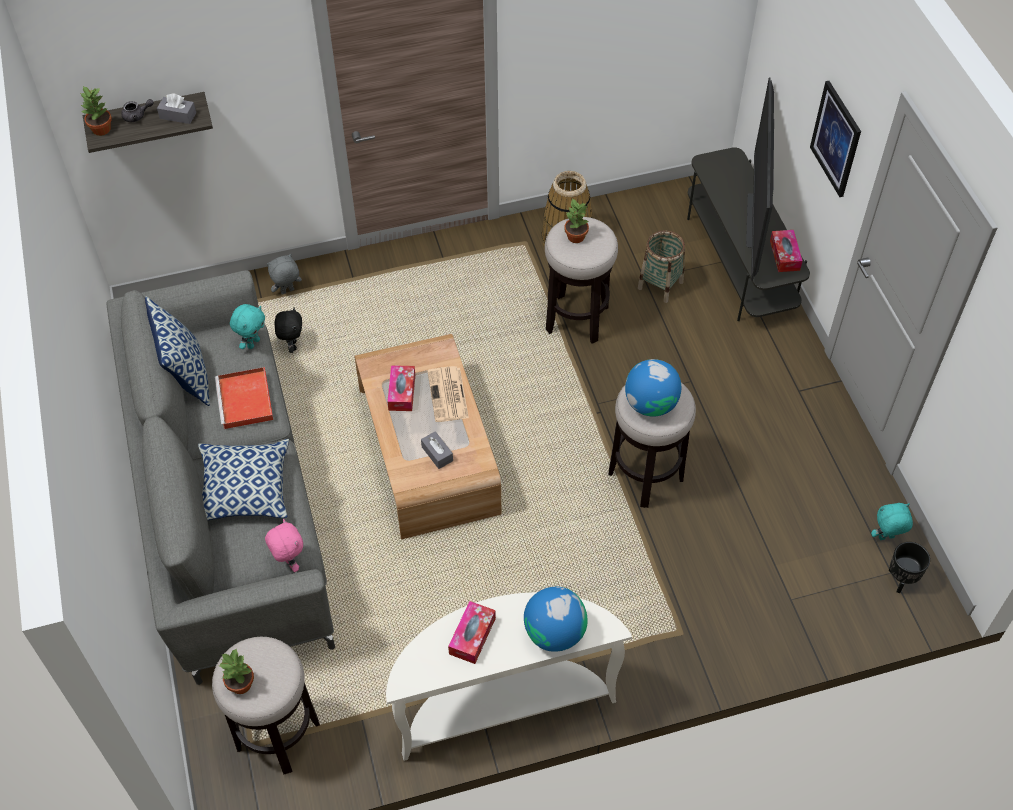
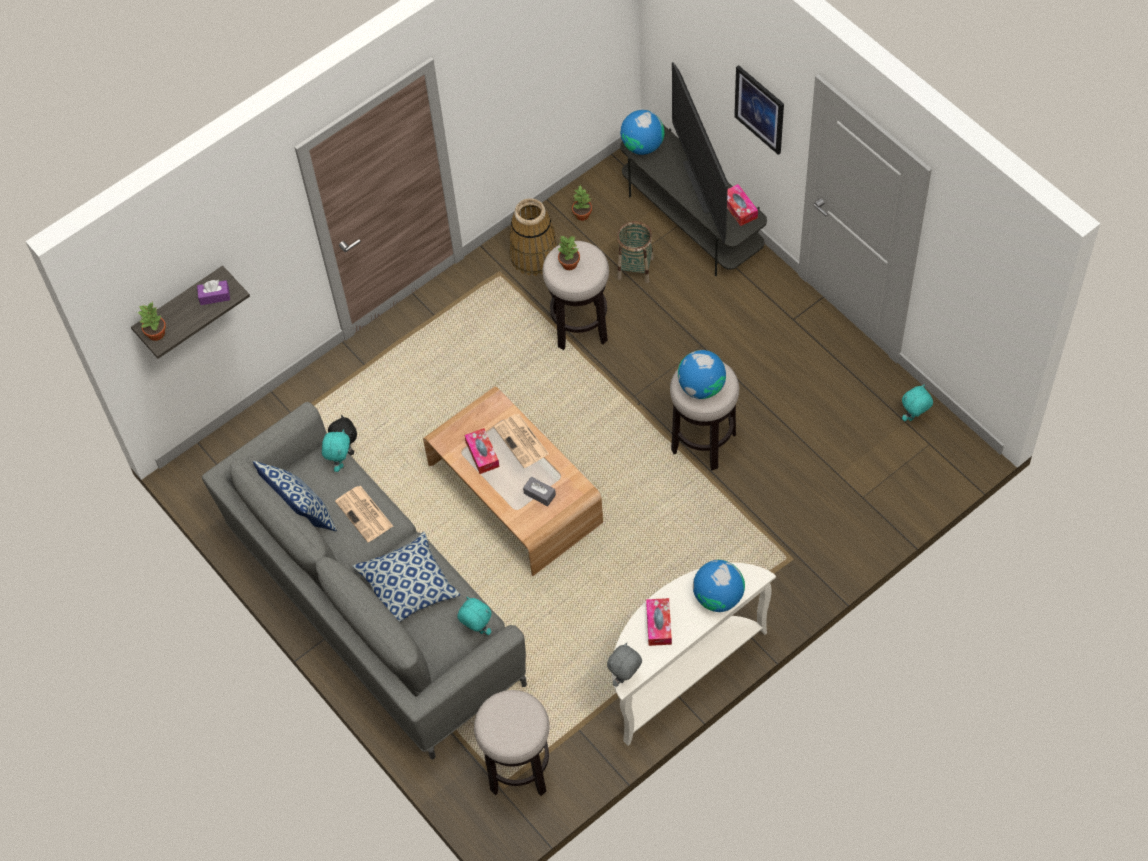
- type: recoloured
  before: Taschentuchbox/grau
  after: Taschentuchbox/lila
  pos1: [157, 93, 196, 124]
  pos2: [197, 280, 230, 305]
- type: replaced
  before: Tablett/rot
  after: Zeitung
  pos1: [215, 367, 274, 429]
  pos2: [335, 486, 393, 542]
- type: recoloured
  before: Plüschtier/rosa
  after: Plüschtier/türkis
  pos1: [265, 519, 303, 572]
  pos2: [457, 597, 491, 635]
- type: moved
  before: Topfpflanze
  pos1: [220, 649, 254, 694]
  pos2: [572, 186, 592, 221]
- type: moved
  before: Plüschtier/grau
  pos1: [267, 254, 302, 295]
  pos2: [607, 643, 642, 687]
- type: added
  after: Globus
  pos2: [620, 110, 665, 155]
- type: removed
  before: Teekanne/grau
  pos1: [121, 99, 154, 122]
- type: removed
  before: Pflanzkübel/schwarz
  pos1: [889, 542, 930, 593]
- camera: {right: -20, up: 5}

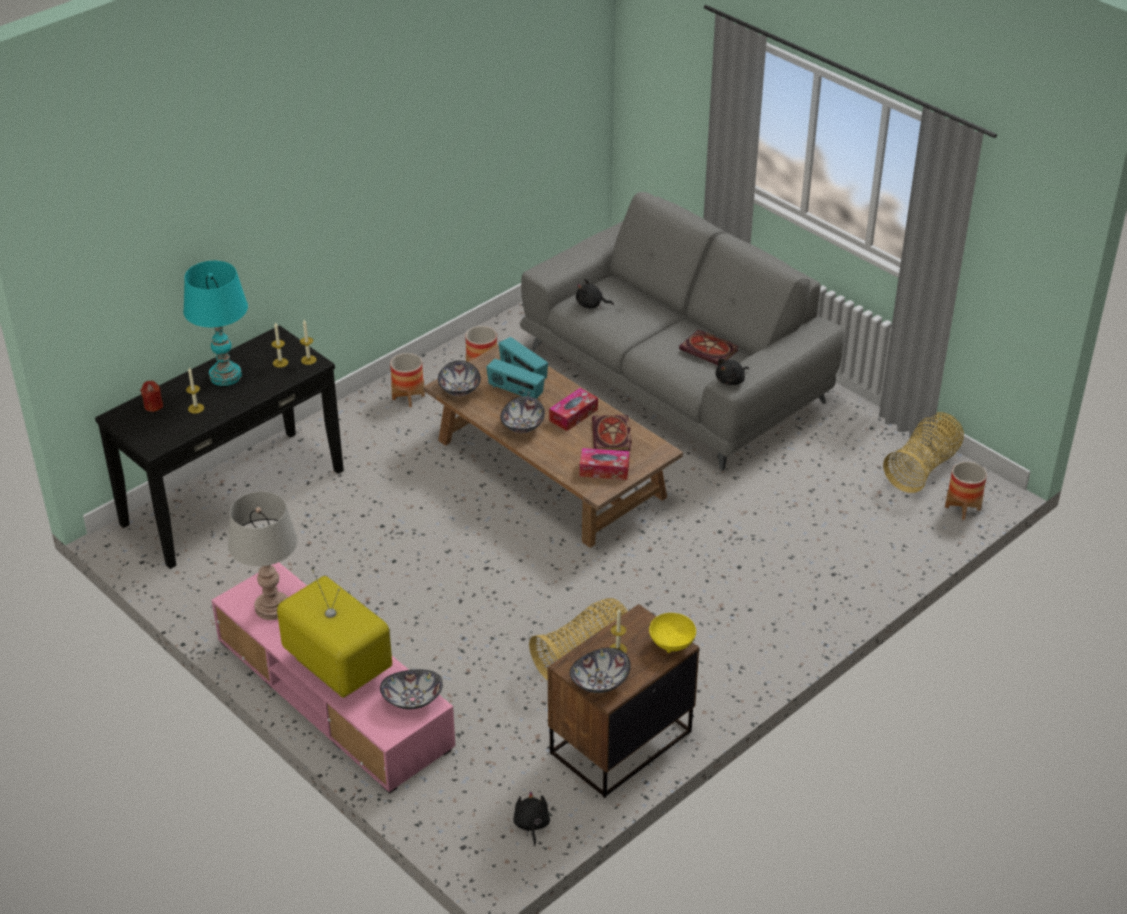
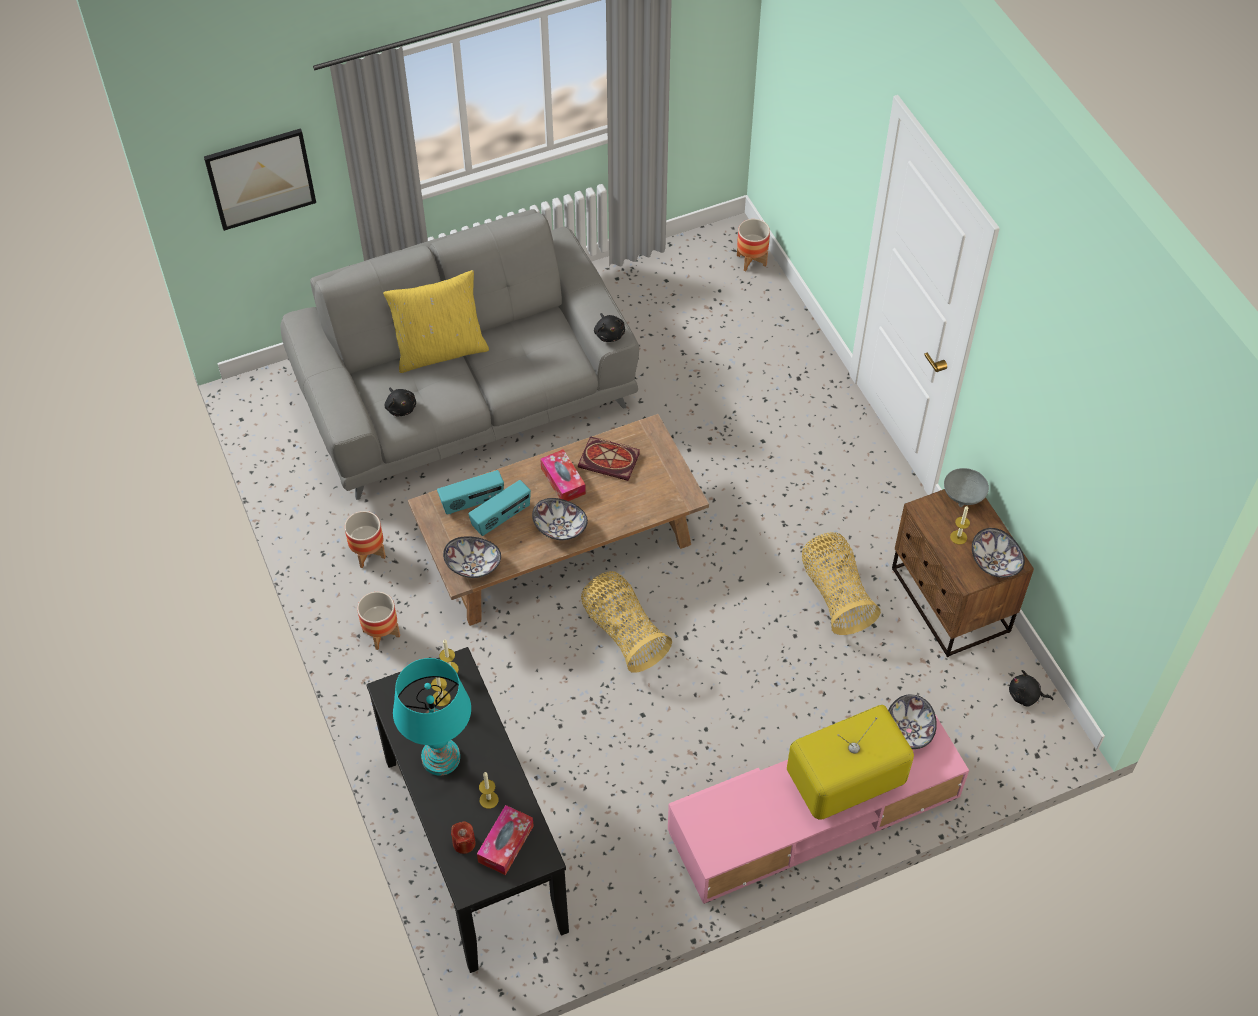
- type: added
  after: Bild
  pos2: [204, 128, 316, 231]
- type: added
  after: Kissen/gelb
  pos2: [383, 270, 489, 373]
- type: turned
  before: Plüschtier/schwarz
  pos1: [576, 279, 614, 309]
  pos2: [385, 388, 416, 417]
  turn: -60
- type: moved
  before: Taschentuchbox
  pos1: [580, 448, 630, 480]
  pos2: [477, 805, 534, 875]
- type: moved
  before: Korb
  pos1: [883, 412, 964, 493]
  pos2: [581, 571, 672, 673]
- type: recoloured
  before: Schüssel/gelb
  after: Schüssel/grau
  pos1: [649, 613, 696, 653]
  pos2: [944, 468, 989, 507]
- type: removed
  before: Tischlampe/grau
  pos1: [228, 491, 298, 620]
- type: removed
  before: Buch
  pos1: [679, 329, 739, 366]
- camera: {right: -70, up: 15}

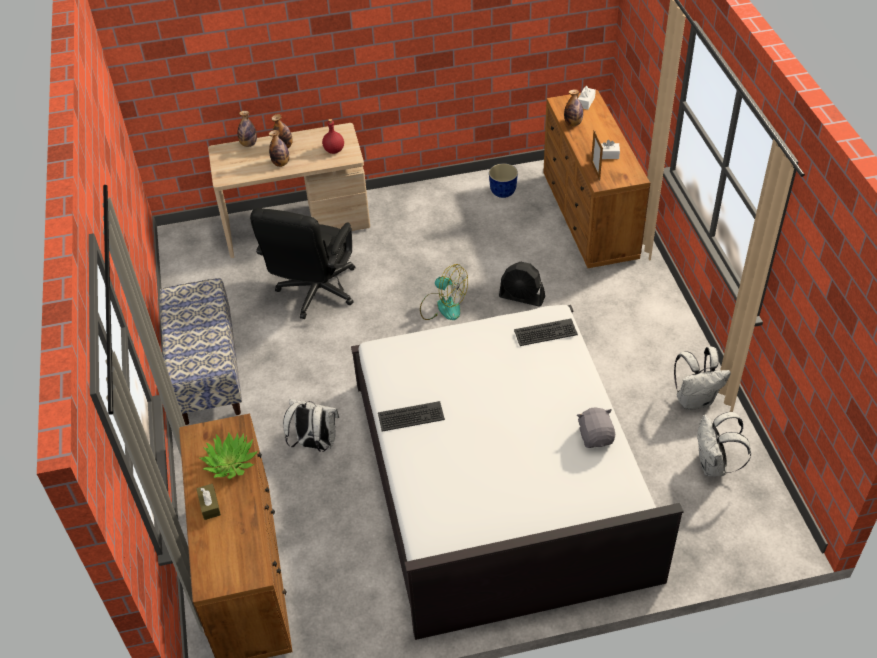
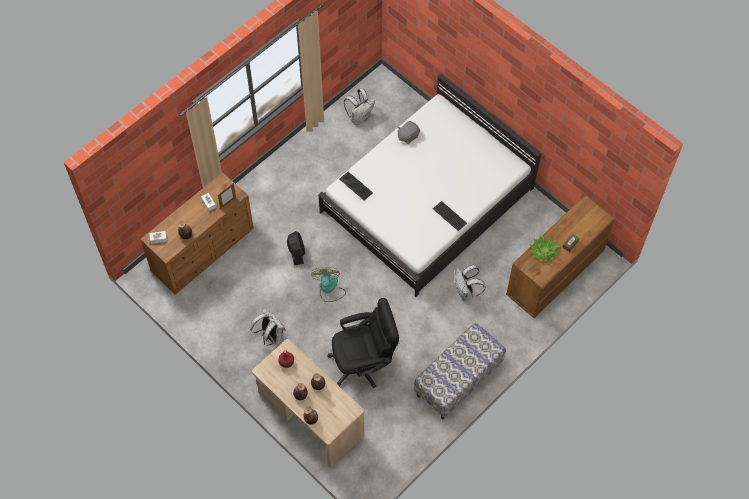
- type: moved
  before: Rucksack/weiß
  pos1: [674, 347, 731, 410]
  pos2: [251, 308, 286, 346]
- type: removed
  before: Pflanzkübel
  pos1: [489, 163, 518, 198]
- camera: {right: -125, up: 15}

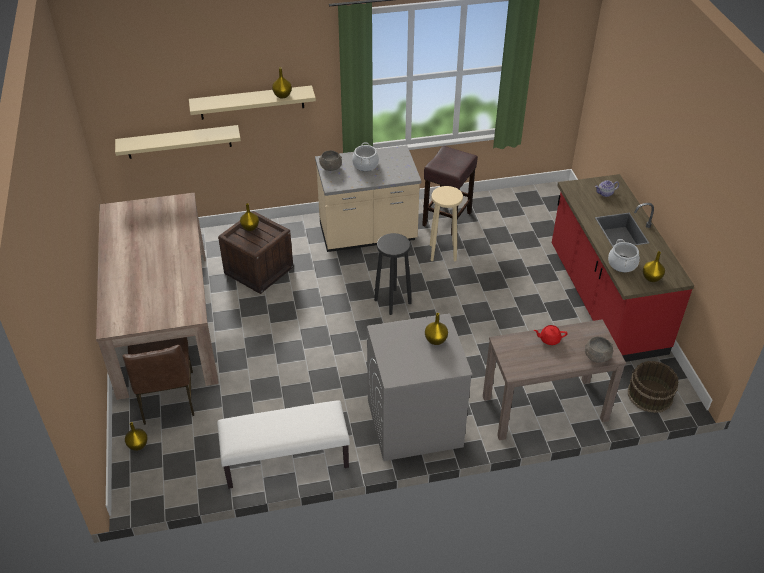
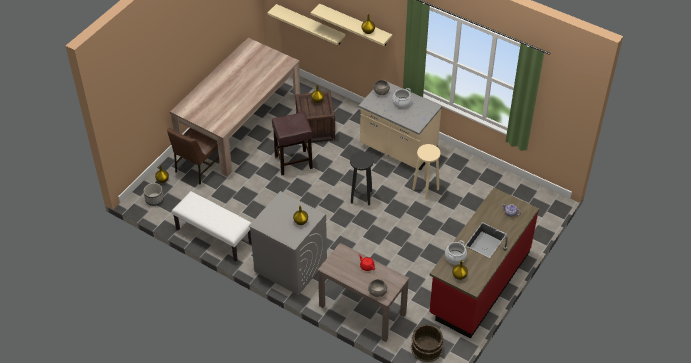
- type: added
  after: Pflanzkübel
  pos2: [144, 183, 164, 206]
- type: moved
  before: Hocker/braun
  pos1: [422, 146, 478, 235]
  pos2: [272, 112, 313, 175]
- camera: {right: 45, up: 5}

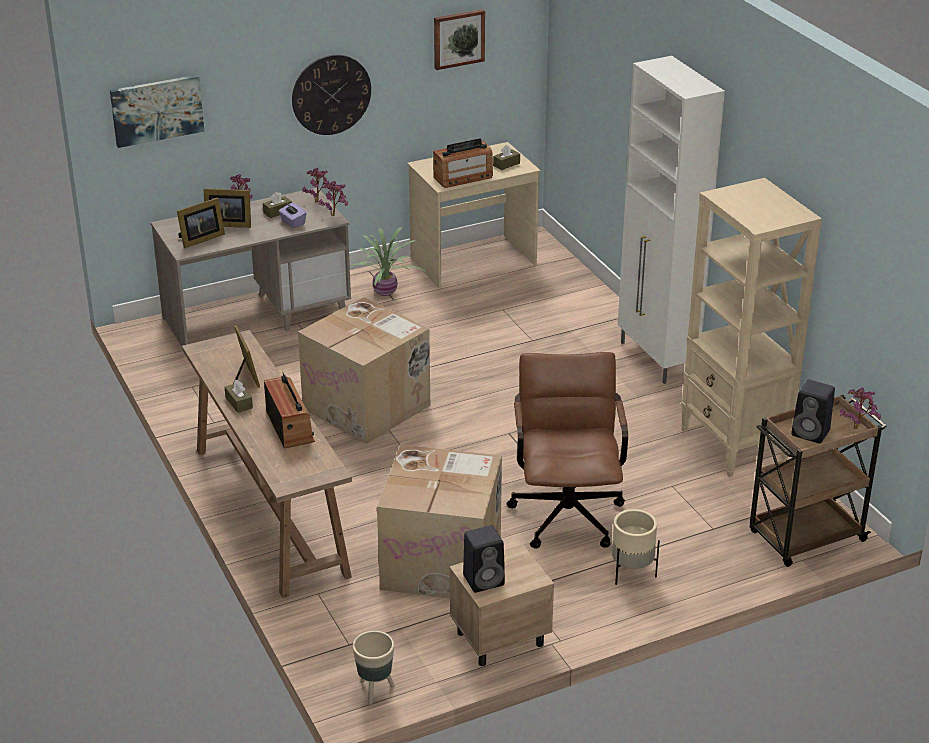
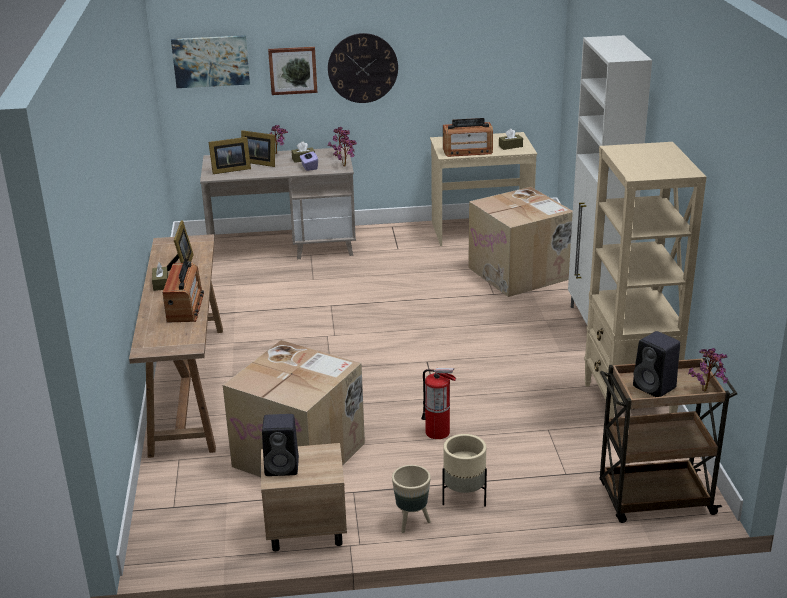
- type: moved
  before: Bild
  pos1: [434, 9, 485, 70]
  pos2: [268, 47, 317, 95]
- type: moved
  before: Pflanzkübel/beige
  pos1: [353, 631, 395, 705]
  pos2: [392, 465, 431, 533]
- type: replaced
  before: Bürostuhl/braun
  after: Feuerlöscher
  pos1: [506, 352, 628, 549]
  pos2: [421, 368, 456, 439]
- type: moved
  before: Karton
  pos1: [298, 297, 430, 444]
  pos2: [468, 187, 573, 297]
- type: removed
  before: Topfpflanze
  pos1: [350, 227, 426, 296]
- camera: {right: 20, up: -5}

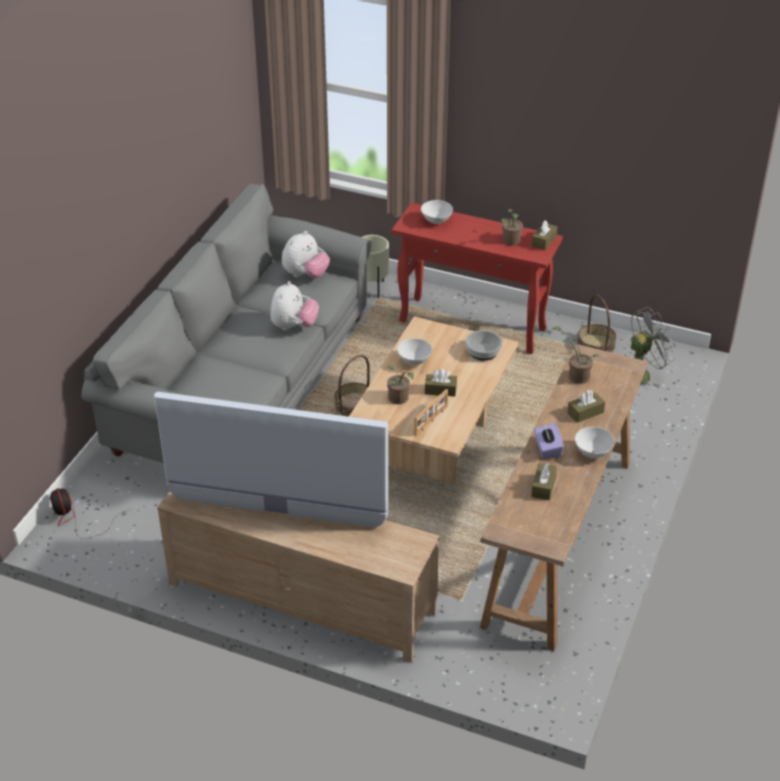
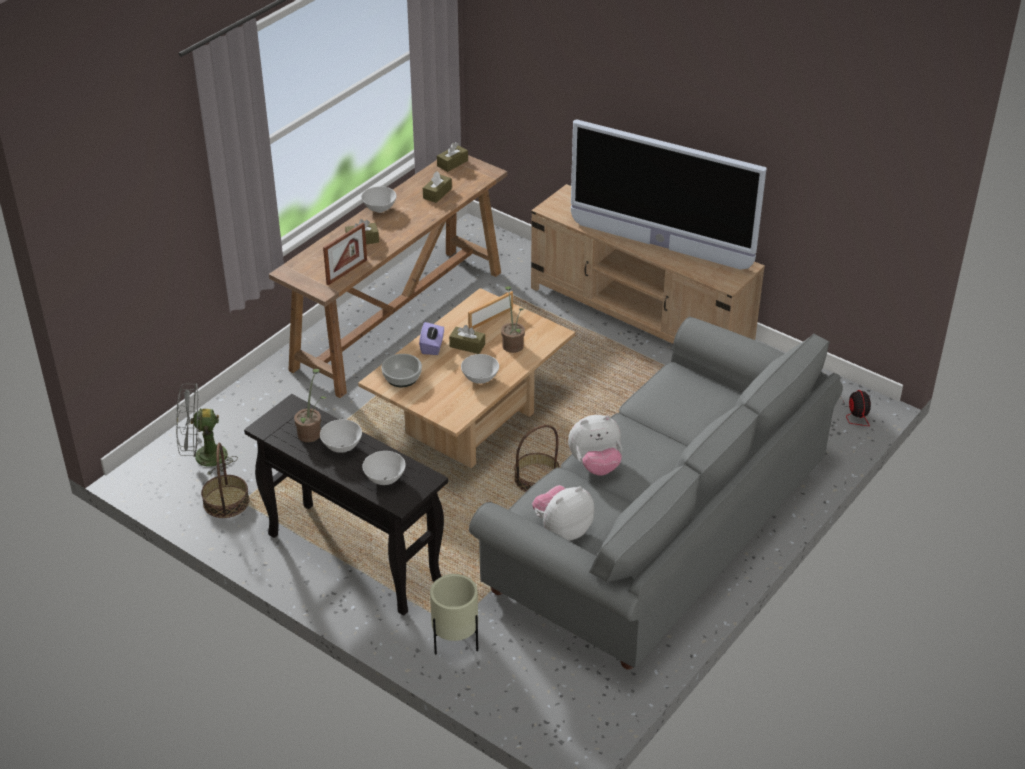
- type: recoloured
  before: Konsolentisch/rot
  after: Konsolentisch/schwarz
  pos1: [392, 202, 563, 354]
  pos2: [244, 394, 448, 615]
- type: added
  after: Schüssel/weiß
  pos2: [320, 419, 362, 453]
- type: replaced
  before: Topfpflanze
  after: Bilderrahmen
  pos1: [552, 327, 601, 384]
  pos2: [323, 223, 367, 285]
- type: moved
  before: Taschentuchbox/lila
  pos1: [534, 423, 564, 459]
  pos2: [419, 322, 444, 355]
- type: moved
  before: Taschentuchbox/braun
  pos1: [532, 220, 557, 250]
  pos2: [437, 142, 468, 172]
- type: turned
  before: Plüschtier
  pos1: [270, 281, 319, 331]
  pos2: [568, 415, 622, 476]
  turn: -135
- camera: {right: -165, up: 0}

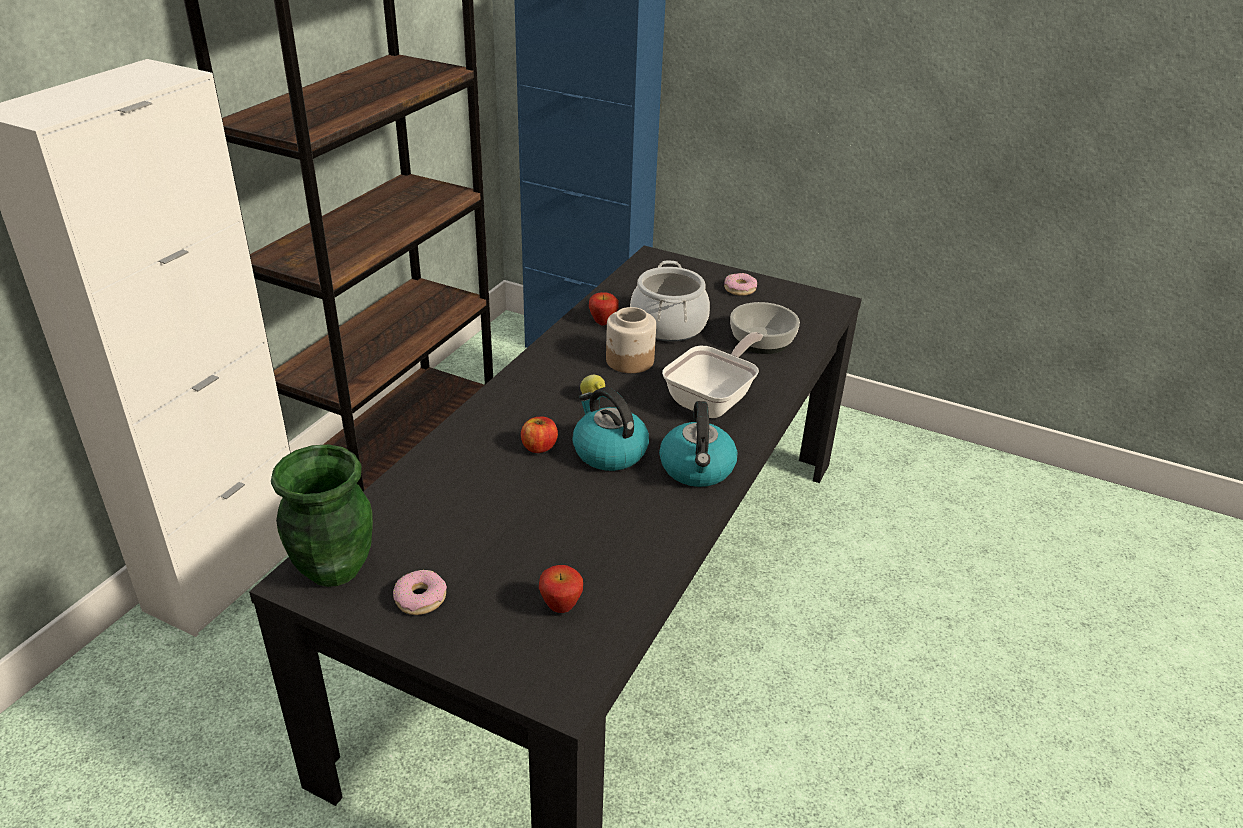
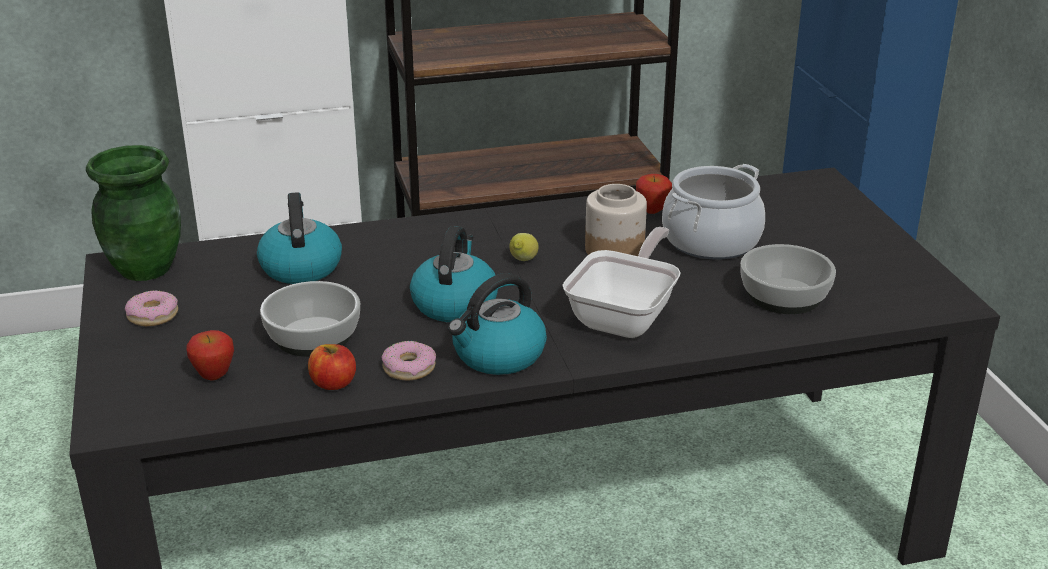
- type: added
  after: Wasserkessel
  pos2: [257, 192, 342, 284]
- type: added
  after: Schüssel
  pos2: [260, 281, 360, 357]
- type: moved
  before: Apfel
  pos1: [521, 416, 558, 453]
  pos2: [308, 344, 356, 390]
- type: moved
  before: Donut
  pos1: [724, 273, 757, 296]
  pos2: [381, 341, 436, 380]
- type: turned
  before: Pfanne
  pos1: [662, 332, 763, 418]
  pos2: [562, 227, 681, 338]
  turn: -60
- camera: {right: 50, up: -5}

